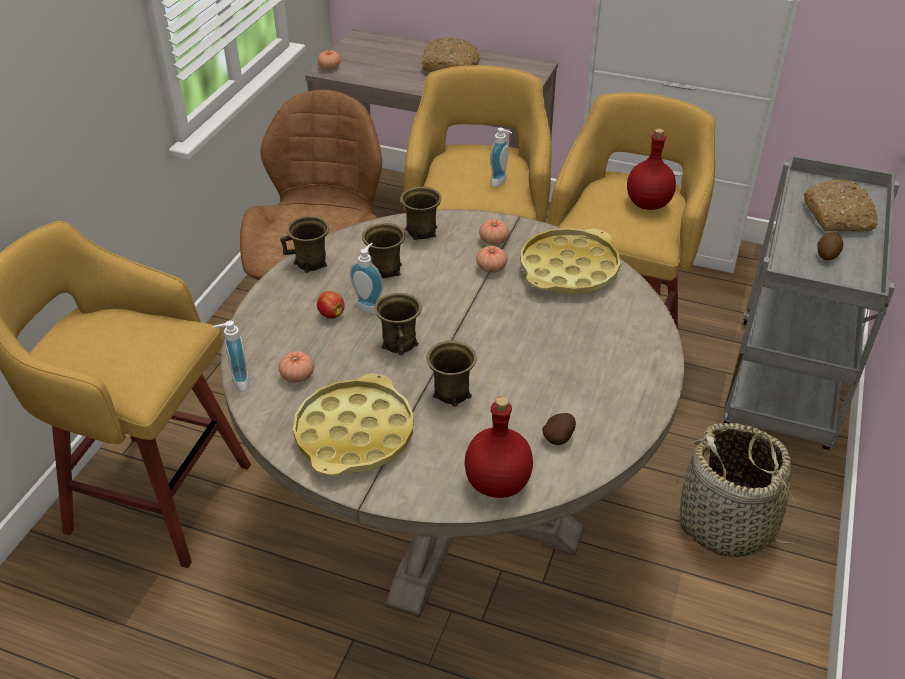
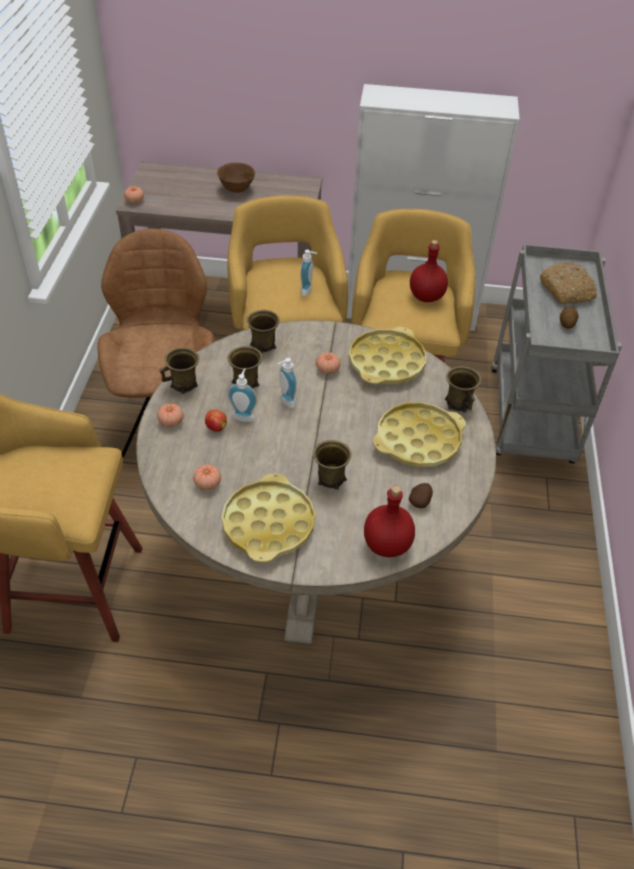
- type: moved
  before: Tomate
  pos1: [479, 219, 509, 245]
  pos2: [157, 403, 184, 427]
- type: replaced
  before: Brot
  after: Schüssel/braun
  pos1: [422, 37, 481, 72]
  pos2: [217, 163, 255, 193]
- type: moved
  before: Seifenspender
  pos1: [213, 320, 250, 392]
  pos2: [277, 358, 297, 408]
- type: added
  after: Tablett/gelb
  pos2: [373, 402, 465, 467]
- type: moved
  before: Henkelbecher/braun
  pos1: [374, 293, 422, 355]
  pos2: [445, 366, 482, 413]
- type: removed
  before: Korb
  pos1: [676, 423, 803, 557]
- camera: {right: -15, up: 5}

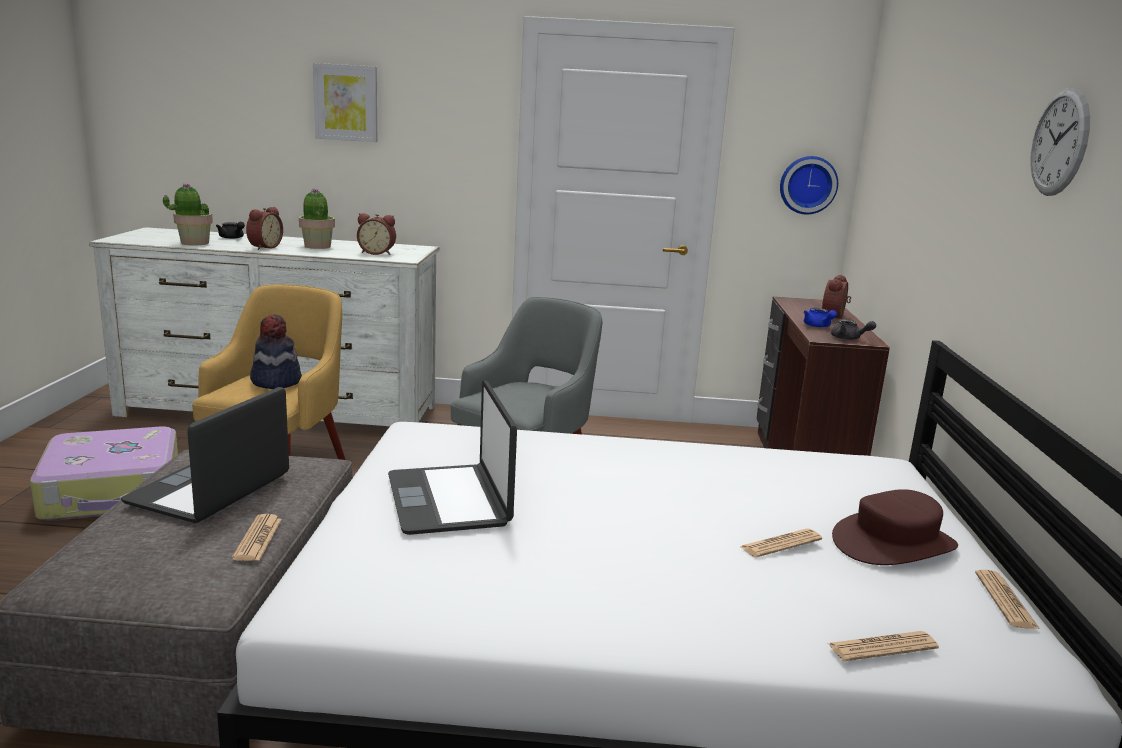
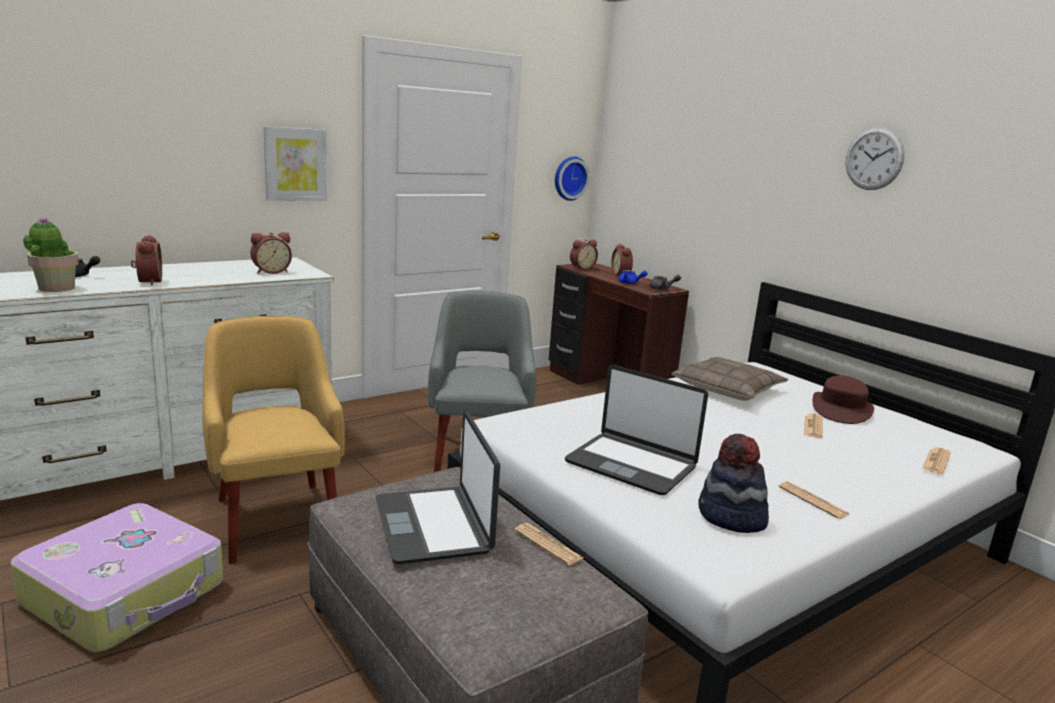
- type: moved
  before: Bild
  pos1: [313, 63, 377, 142]
  pos2: [264, 126, 327, 201]
- type: added
  after: Wecker
  pos2: [570, 240, 598, 270]
- type: added
  after: Kissen
  pos2: [672, 357, 788, 401]
- type: moved
  before: Hut
  pos1: [250, 314, 302, 389]
  pos2: [698, 434, 769, 533]
- type: moved
  before: Zeitung
  pos1: [975, 570, 1041, 630]
  pos2: [779, 481, 850, 519]
- type: removed
  before: Topfpflanze
  pos1: [299, 188, 335, 249]
- camera: {right: -40, up: 0}

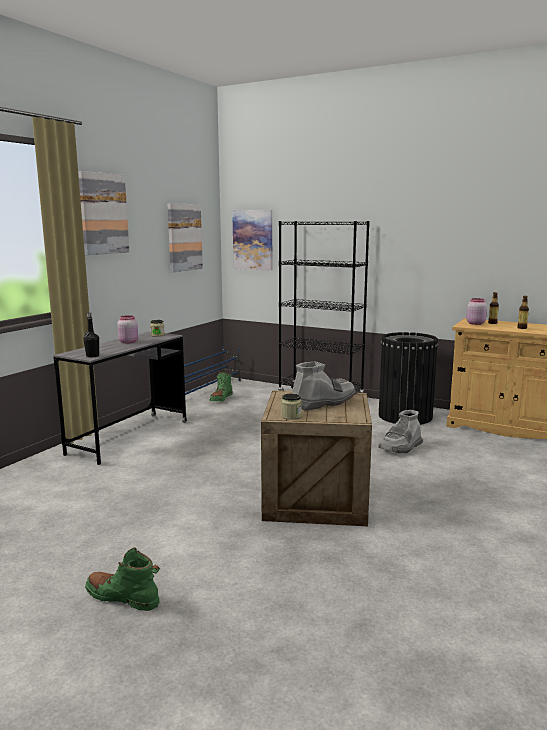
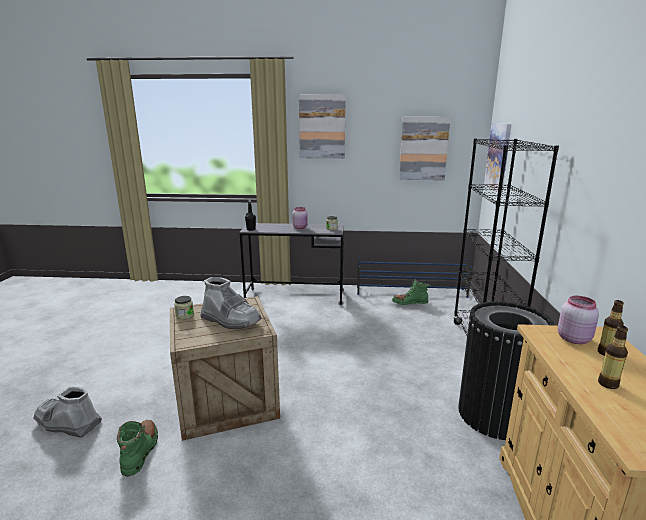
- type: moved
  before: Stiefel/grau
  pos1: [378, 410, 423, 453]
  pos2: [33, 387, 102, 438]
- type: moved
  before: Stiefel/grün
  pos1: [85, 548, 160, 611]
  pos2: [117, 420, 158, 476]
- camera: {right: 65, up: 5}

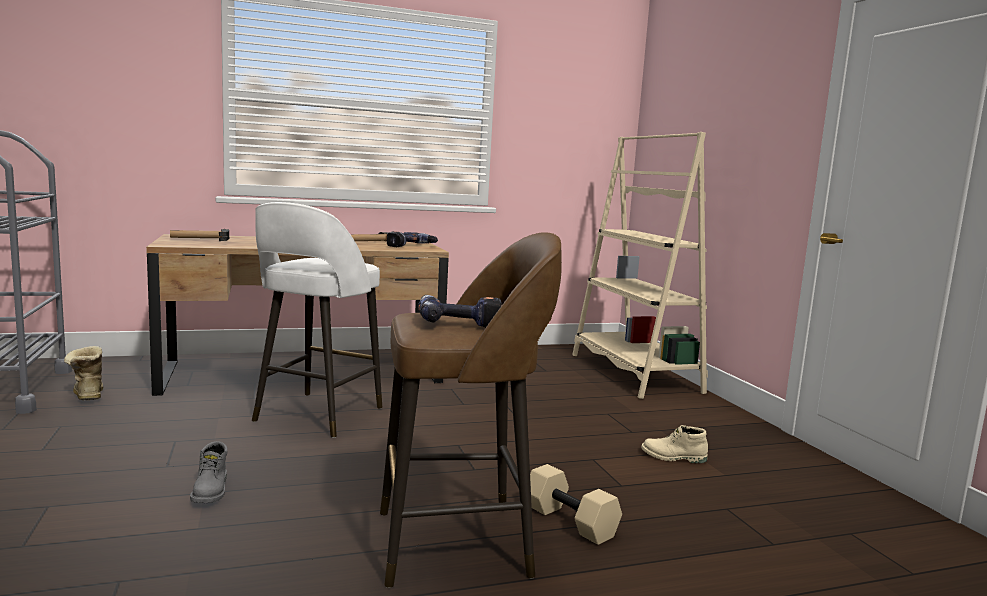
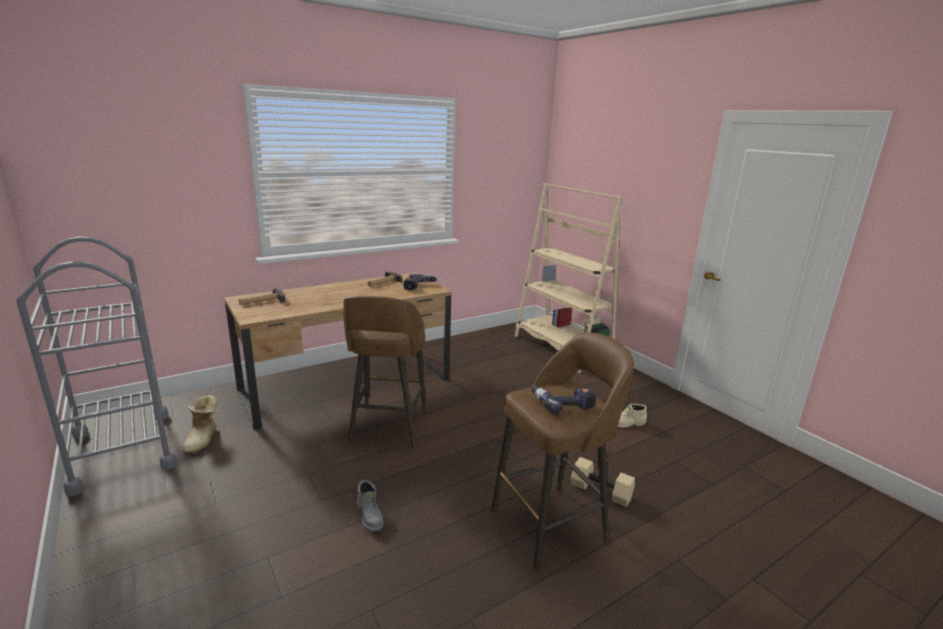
- type: turned
  before: Stiefel
  pos1: [64, 346, 103, 400]
  pos2: [181, 395, 217, 454]
  turn: -135
- type: recoloured
  before: Hocker/weiß
  after: Hocker/braun
  pos1: [252, 202, 382, 438]
  pos2: [343, 296, 426, 448]
- camera: {right: -15, up: 10}

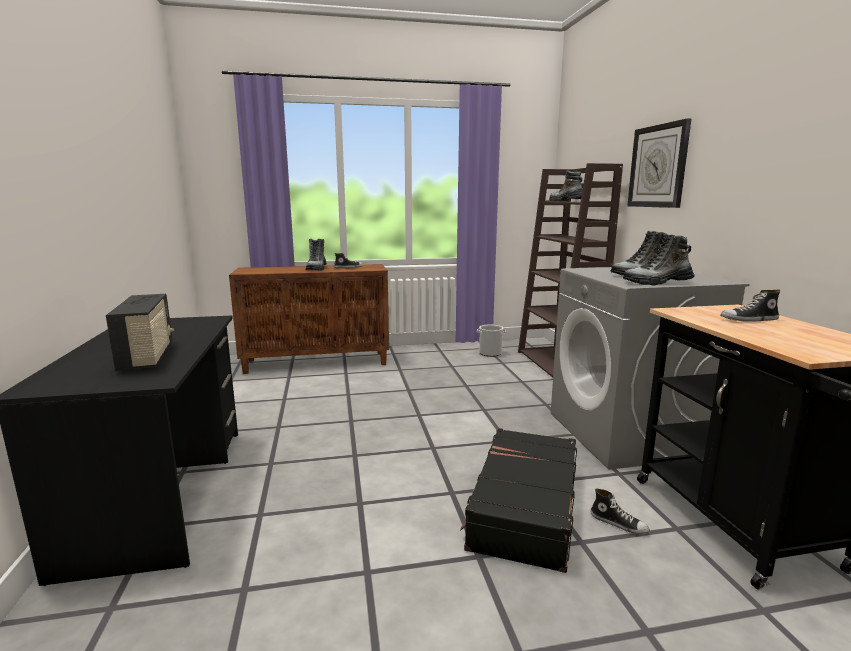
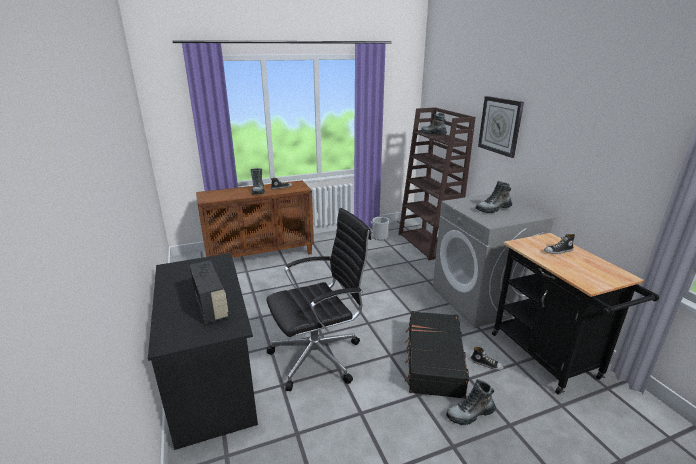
- type: added
  after: Bürostuhl/schwarz
  pos2: [266, 208, 371, 391]
- type: moved
  before: Stiefel
  pos1: [623, 234, 695, 286]
  pos2: [446, 379, 496, 425]
- camera: {right: -10, up: 10}

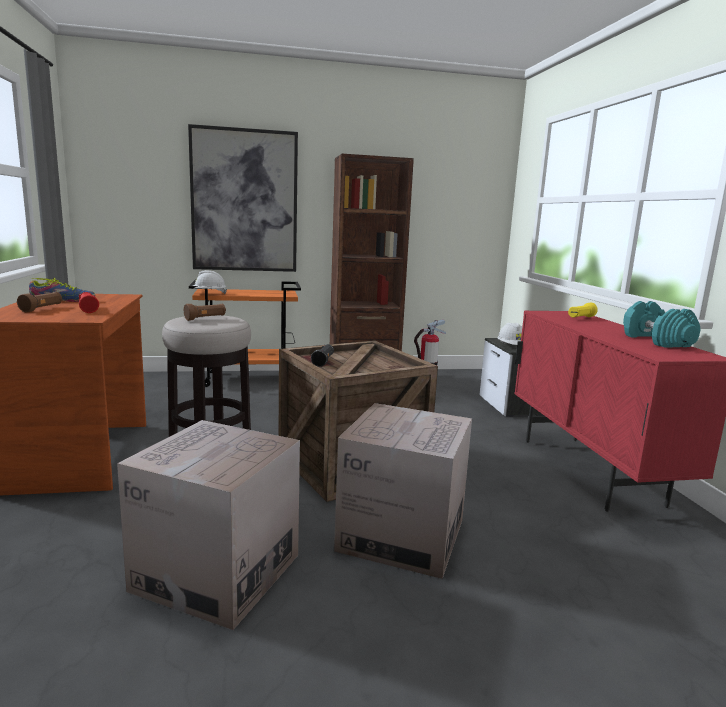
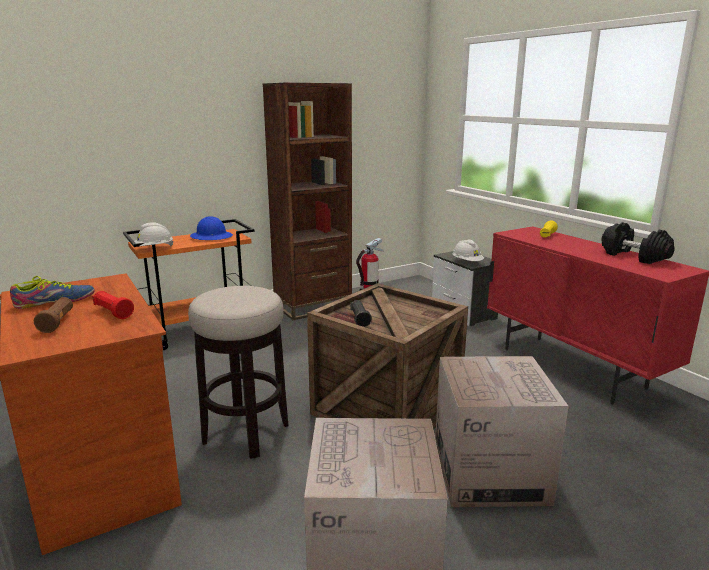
- type: added
  after: Schutzhelm/blau
  pos2: [190, 216, 233, 240]
- type: recoloured
  before: Hantel/türkis
  after: Hantel/schwarz
  pos1: [623, 301, 701, 347]
  pos2: [602, 222, 675, 264]
- type: removed
  before: Taschenlampe/braun
  pos1: [184, 304, 226, 321]
- type: removed
  before: Bild
  pos1: [188, 124, 298, 272]
- camera: {right: -20, up: 5}

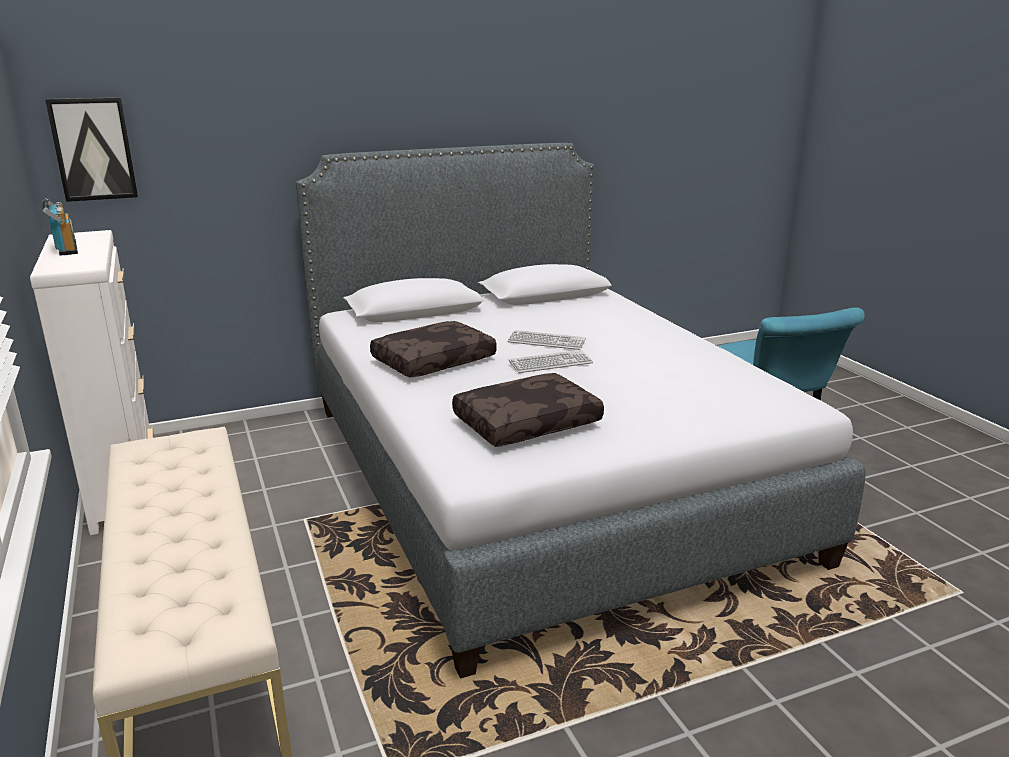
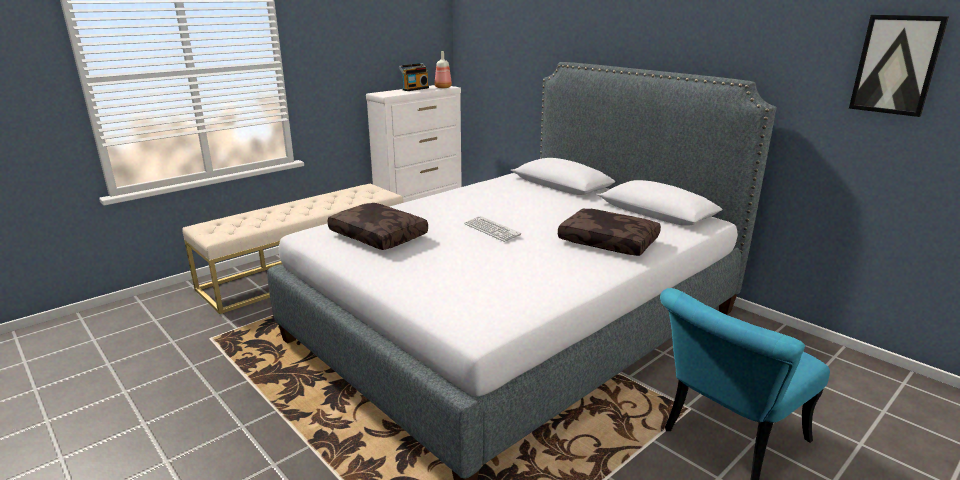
- type: added
  after: Flasche
  pos2: [435, 51, 452, 88]
- type: moved
  before: Kissen/braun
  pos1: [370, 321, 497, 377]
  pos2: [558, 209, 661, 256]
- type: moved
  before: Bild
  pos1: [45, 97, 138, 202]
  pos2: [849, 15, 949, 117]
- type: removed
  before: Tastatur
  pos1: [507, 330, 586, 350]
- camera: {right: 70, up: 0}

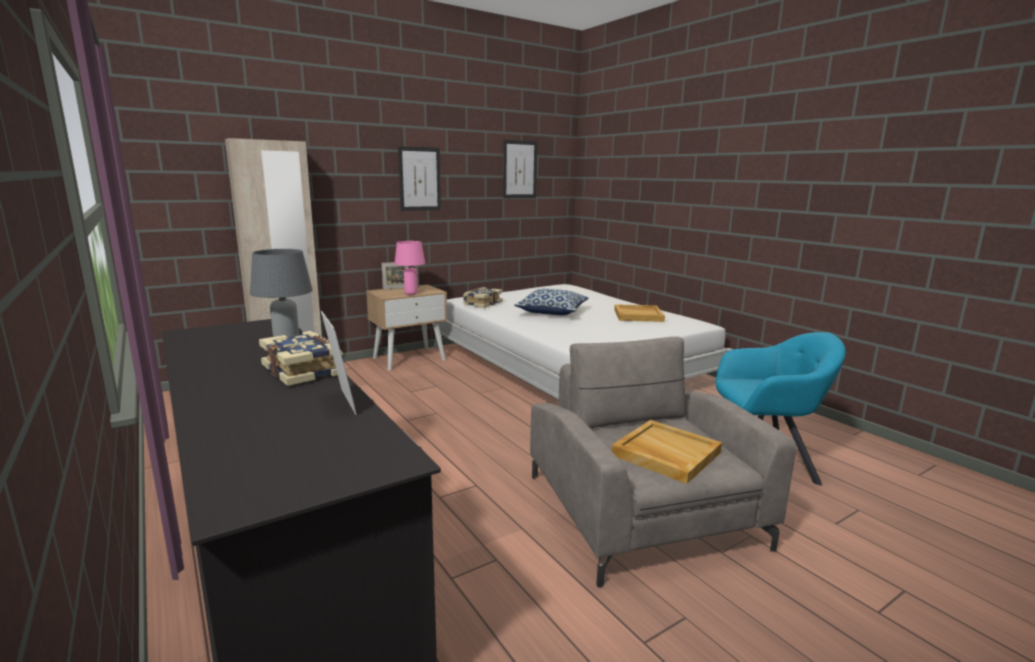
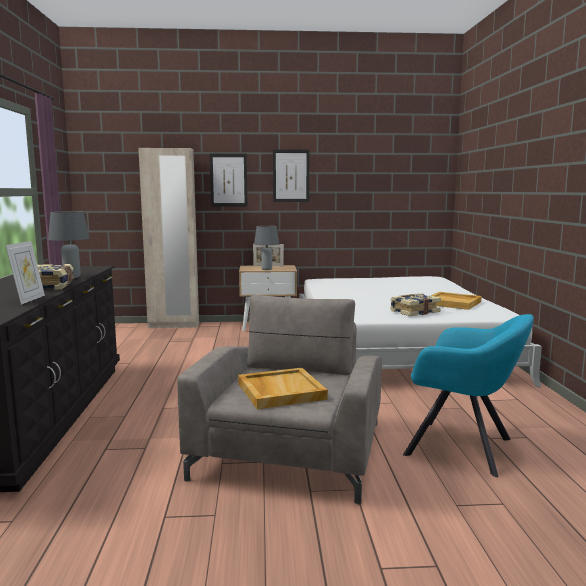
- type: moved
  before: Bild
  pos1: [503, 140, 537, 198]
  pos2: [210, 154, 247, 206]
- type: recoloured
  before: Tischlampe/rosa
  after: Tischlampe/grau
  pos1: [394, 241, 425, 295]
  pos2: [254, 226, 279, 270]
- type: moved
  before: Buch
  pos1: [463, 287, 503, 308]
  pos2: [390, 293, 441, 316]
- type: removed
  before: Kissen
  pos1: [514, 289, 589, 315]
- camera: {right: 30, up: -5}

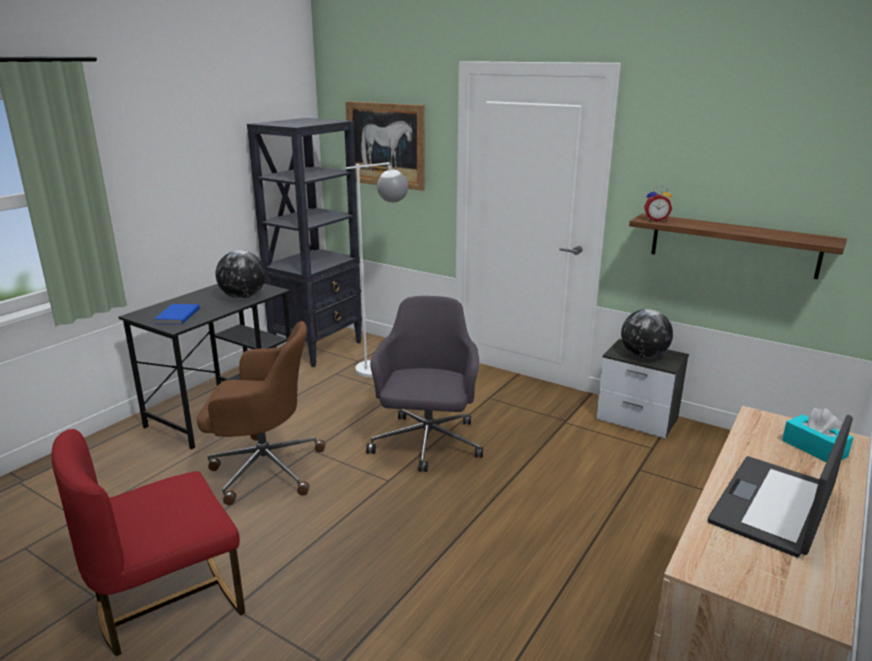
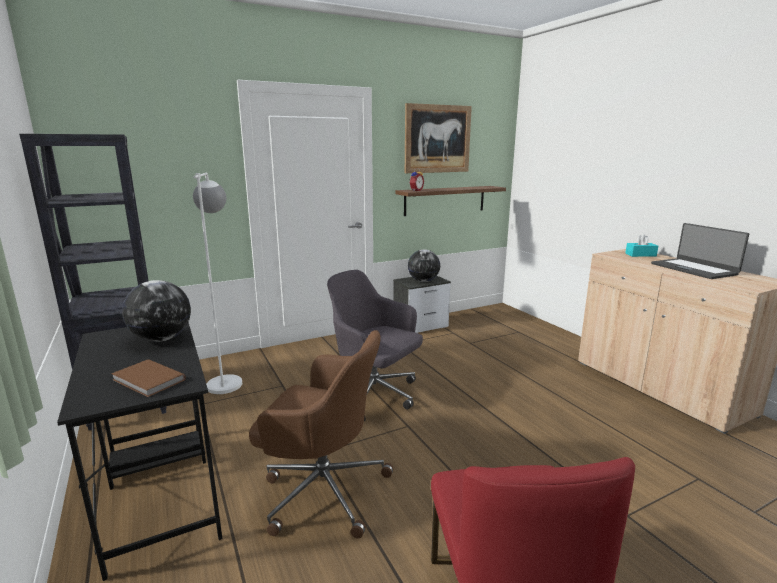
- type: recoloured
  before: Buch/blau
  after: Buch/braun
  pos1: [155, 304, 200, 325]
  pos2: [111, 359, 186, 397]
- type: turned
  before: Bürostuhl/braun
  pos1: [197, 321, 325, 505]
  pos2: [249, 330, 394, 539]
  turn: 75
- type: moved
  before: Bild
  pos1: [345, 101, 425, 191]
  pos2: [405, 103, 472, 173]
- camera: {right: -60, up: -5}

